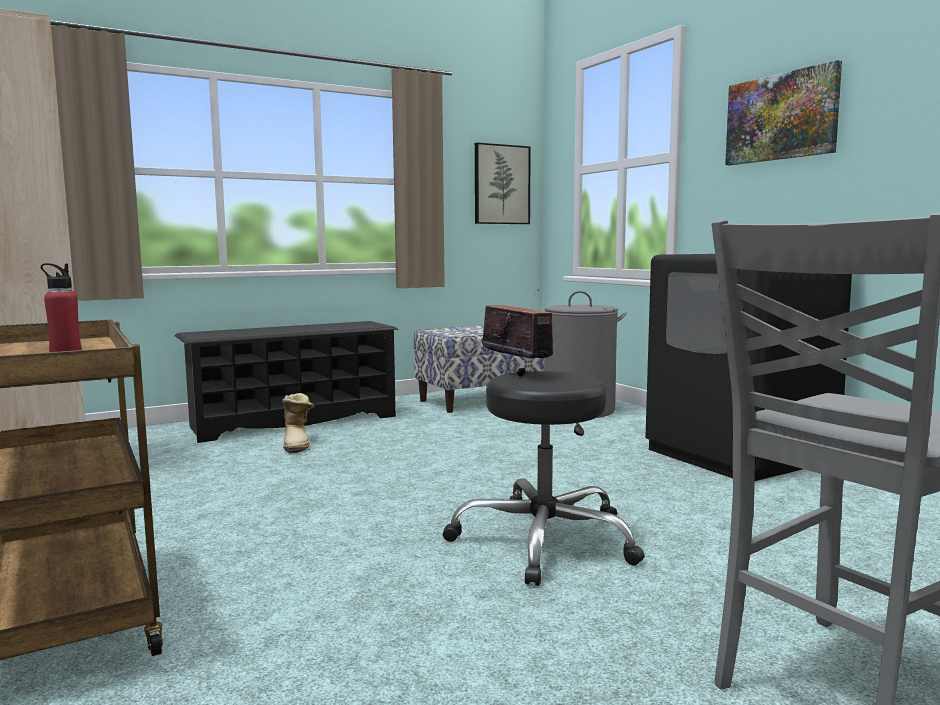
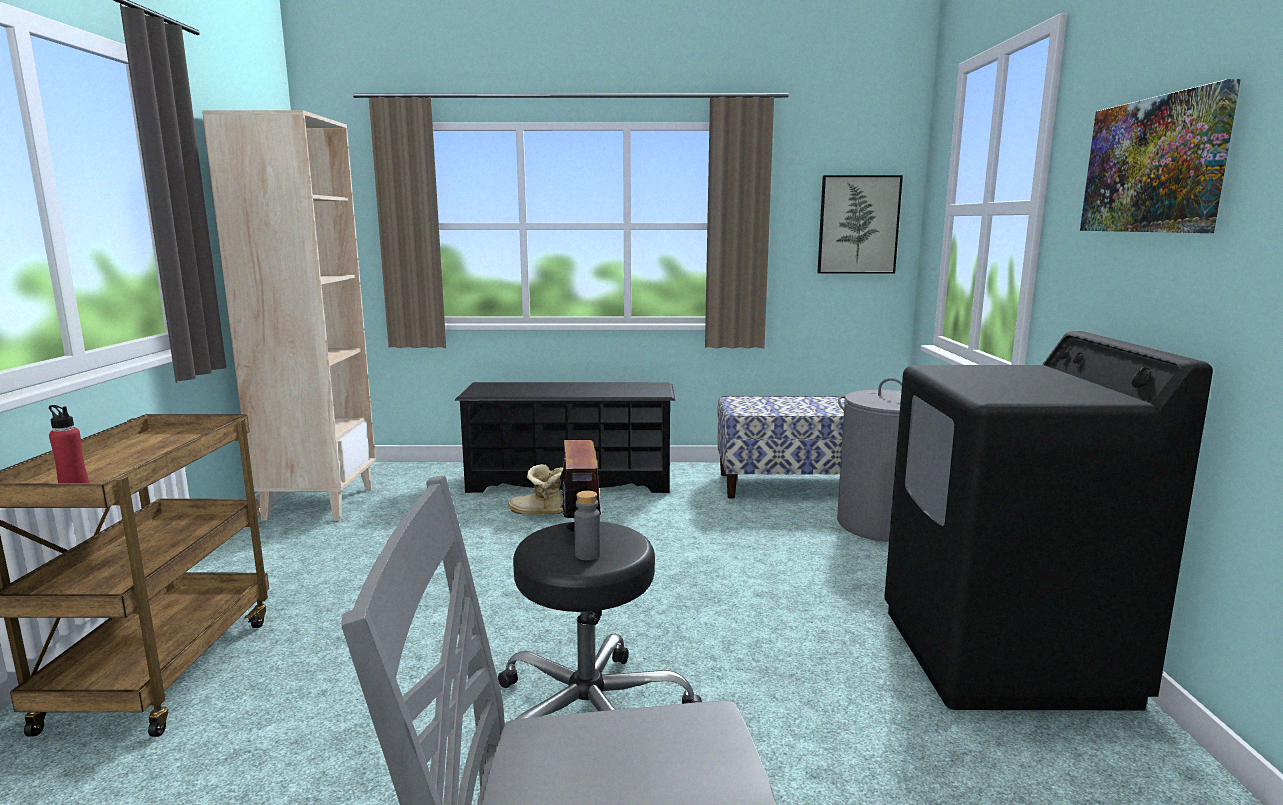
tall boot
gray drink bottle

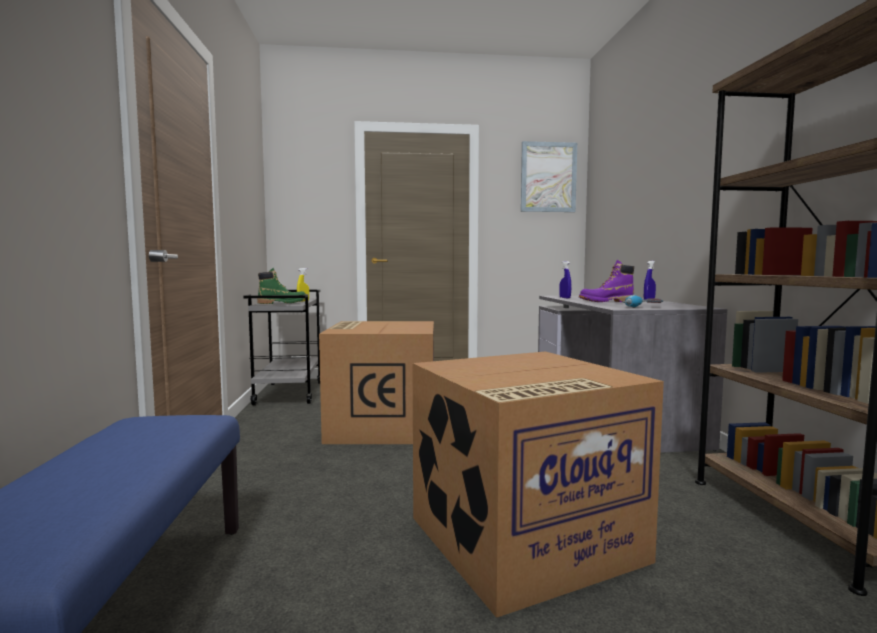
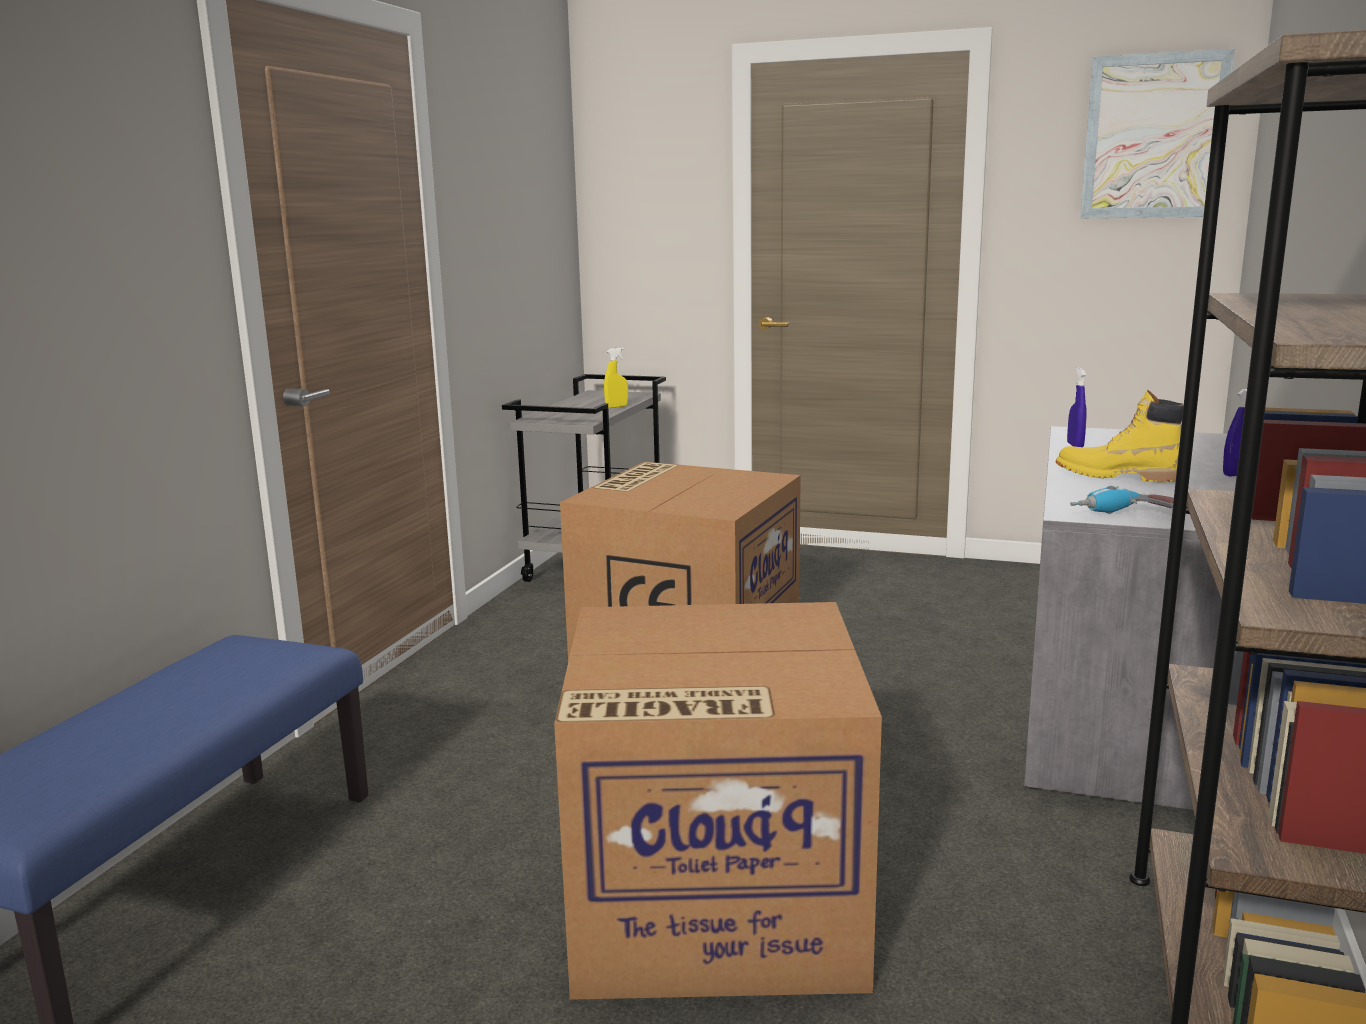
yellow-coloured tall boot
green tall boot

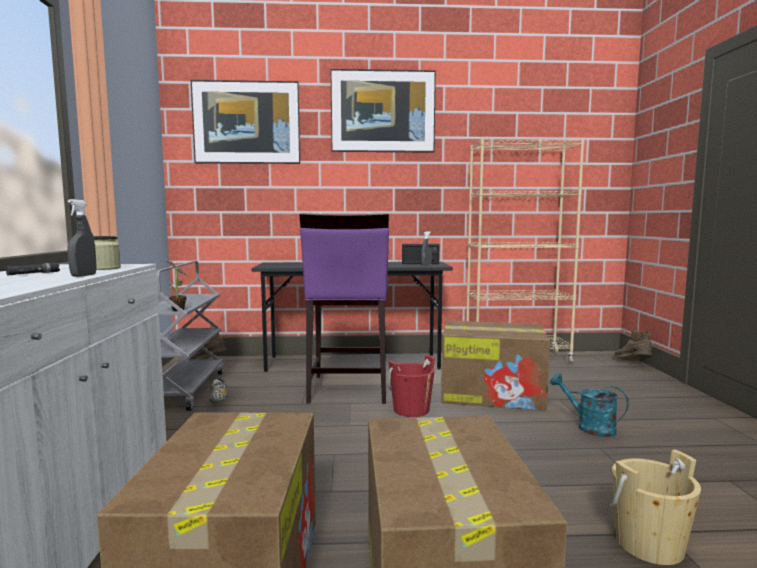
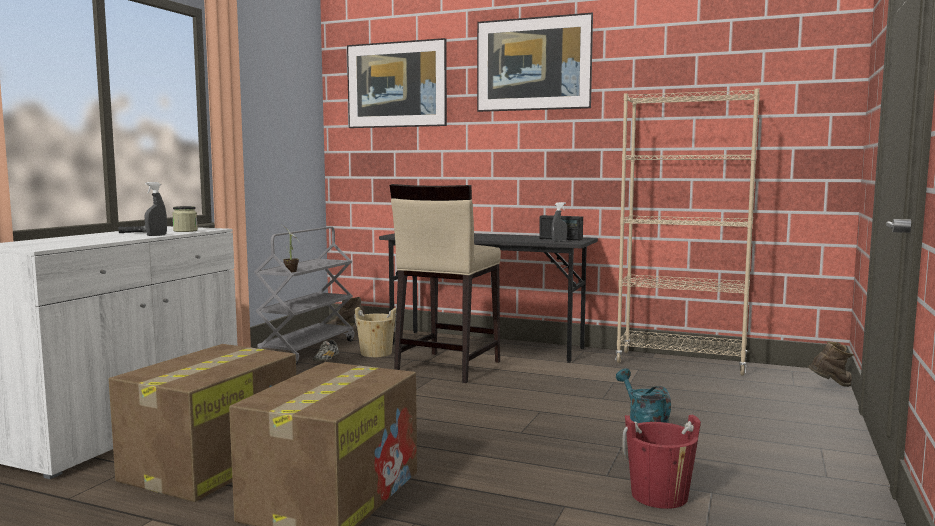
beige sitting stool
packing box (3rd from left in the first image)
brown tall boot (2nd from left)
red-coloured water bucket
beige water bucket

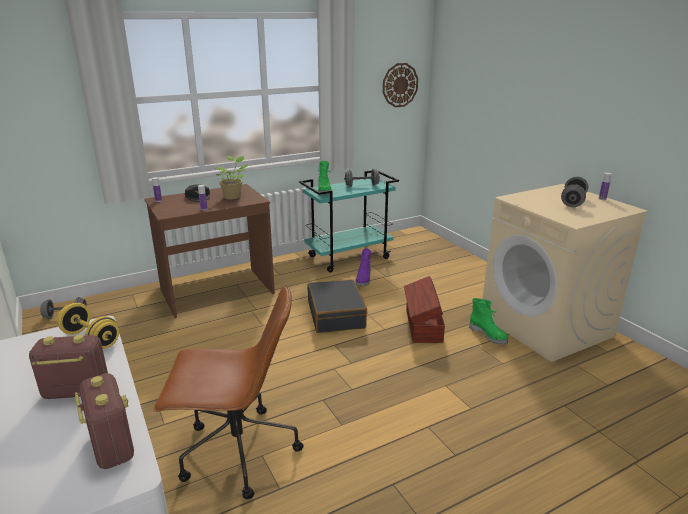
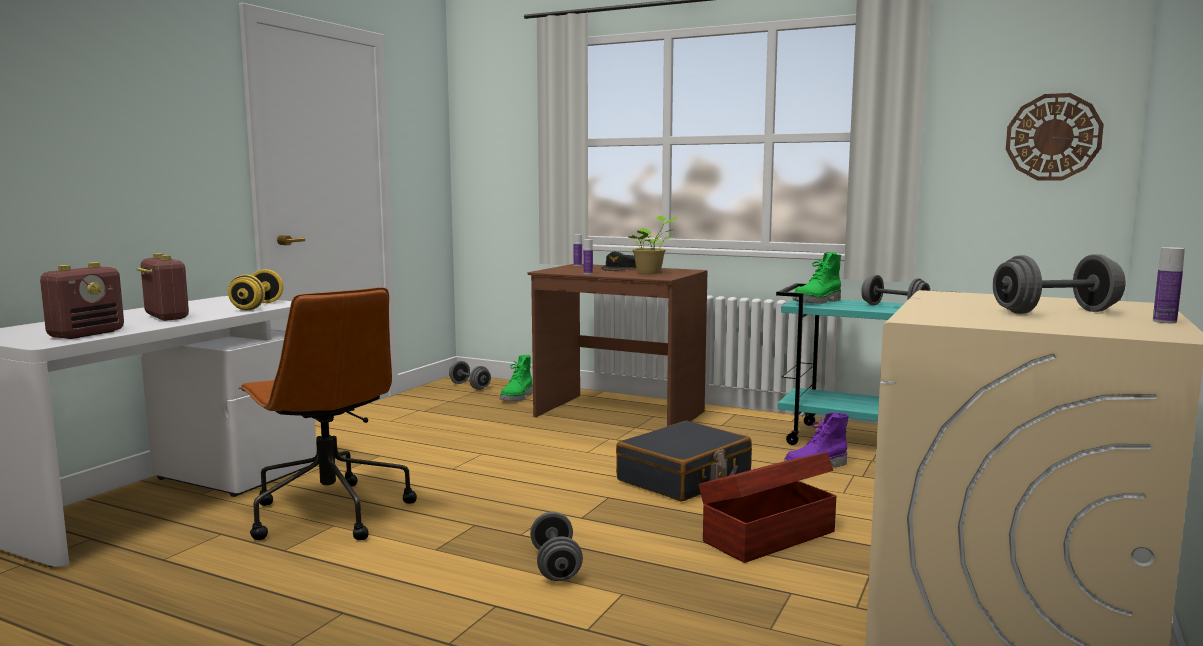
green tall boot (1st from left)
gray dumbbell (2nd from left)

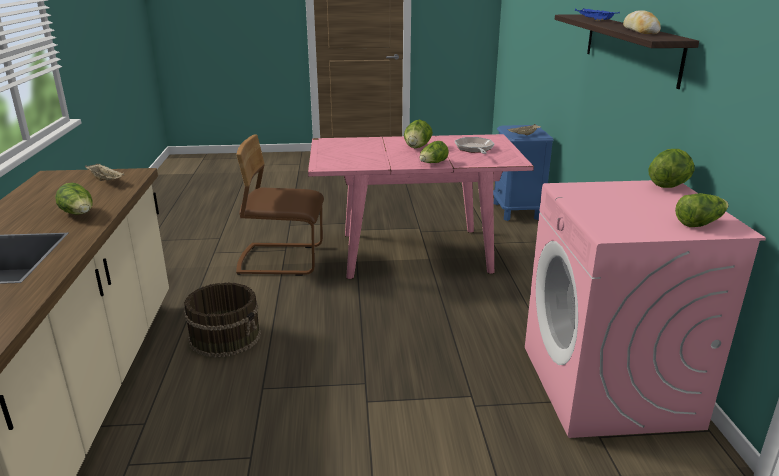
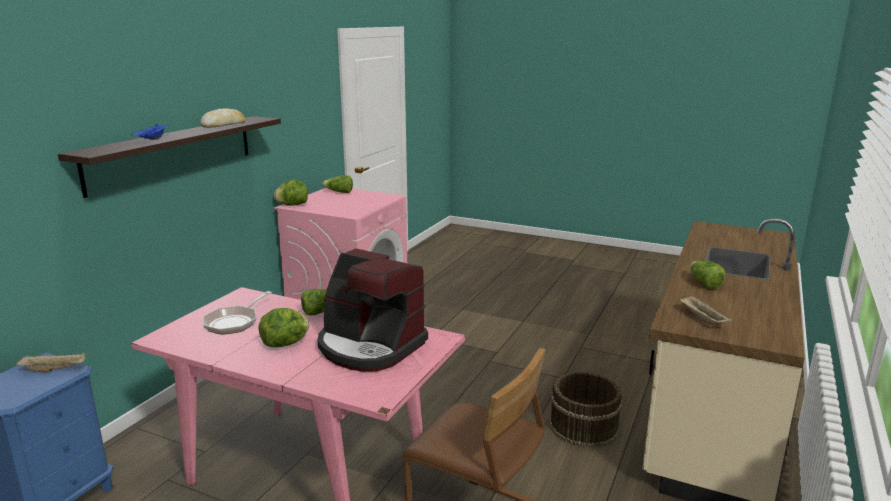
coffee brewer

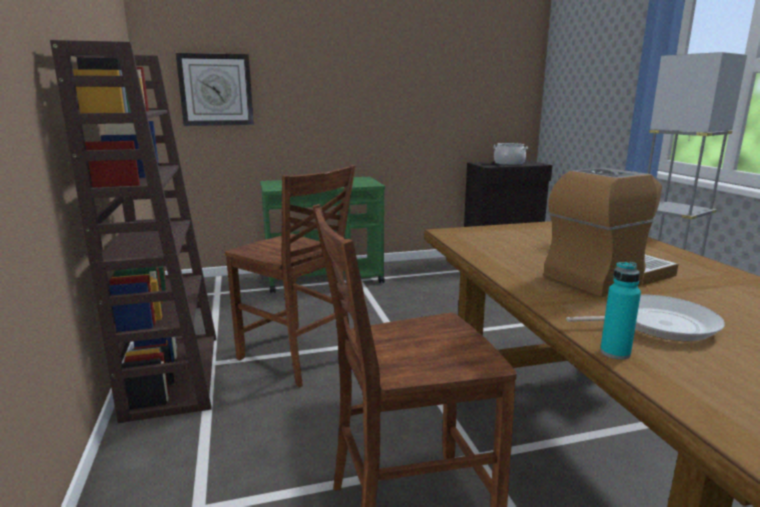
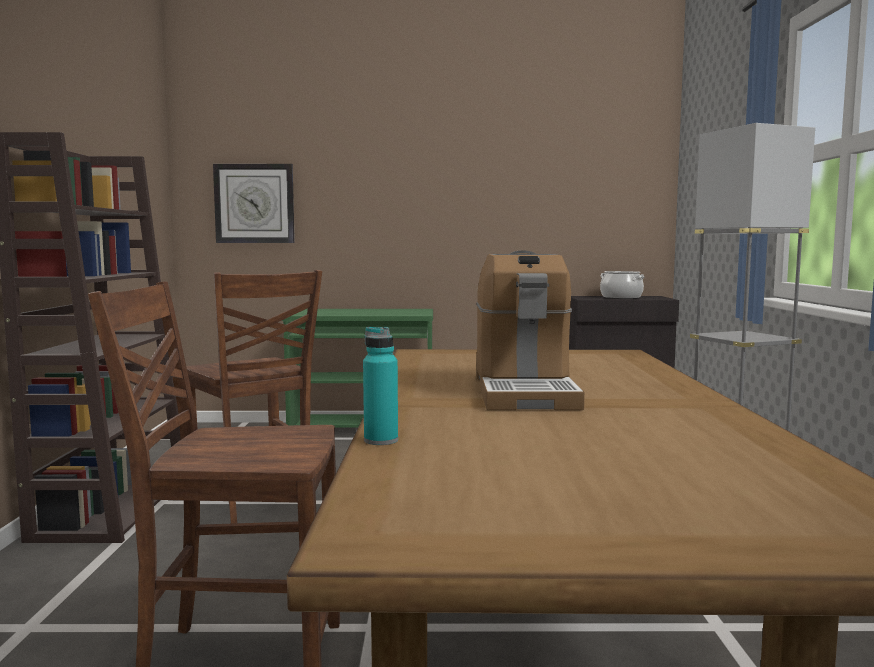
coffee brewer
frying pan

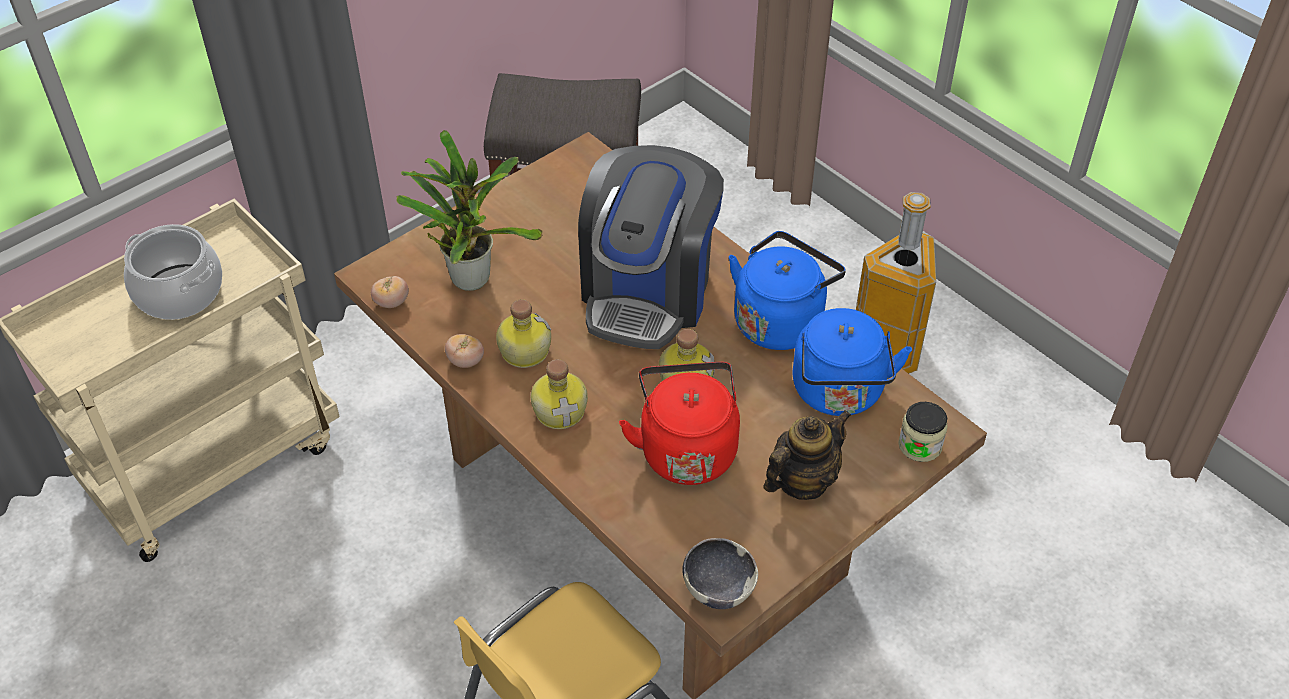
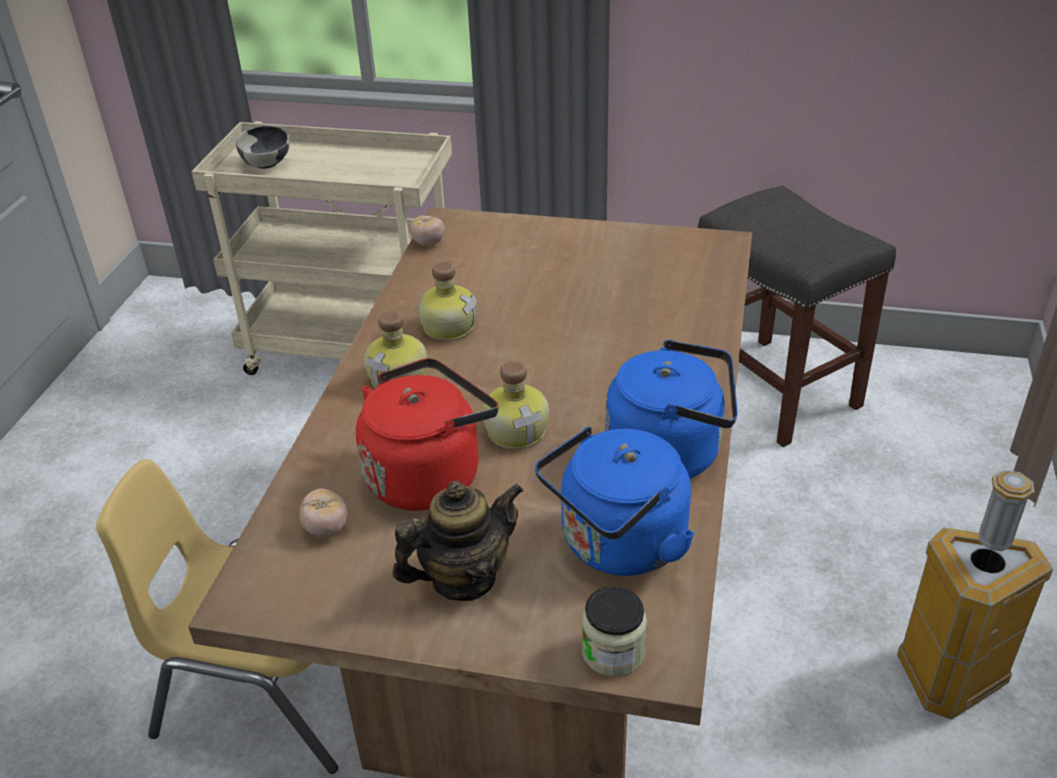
potted plant
coffee brewer
stockpot
tomato (1st from left)
pot for tea
deep dish

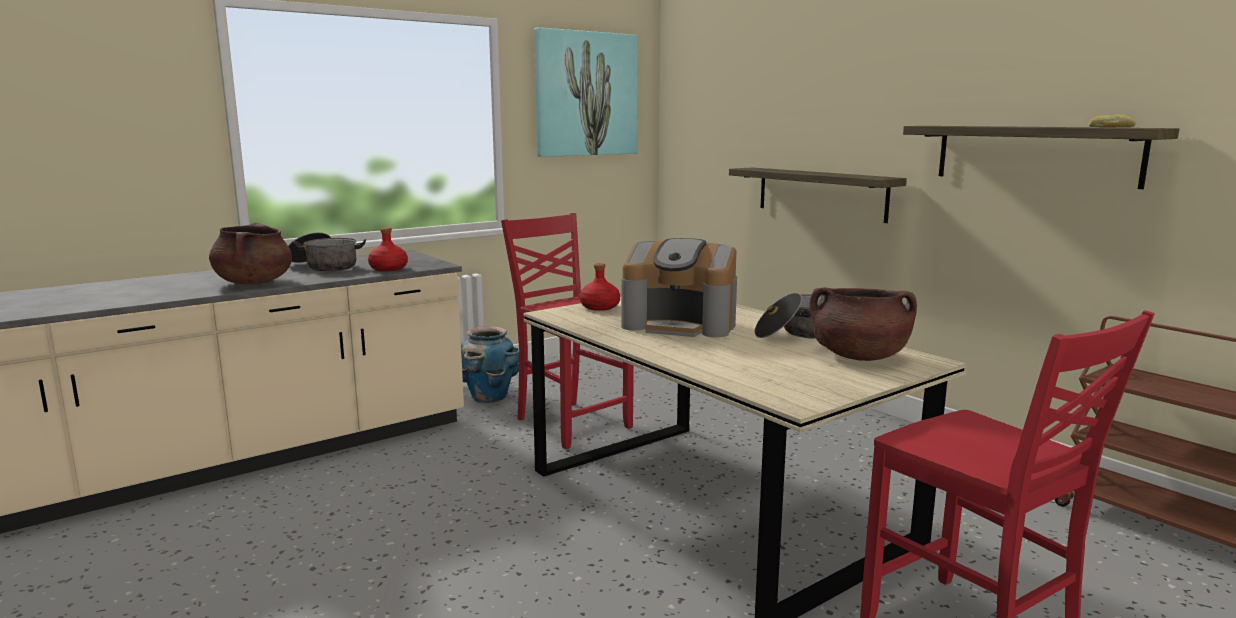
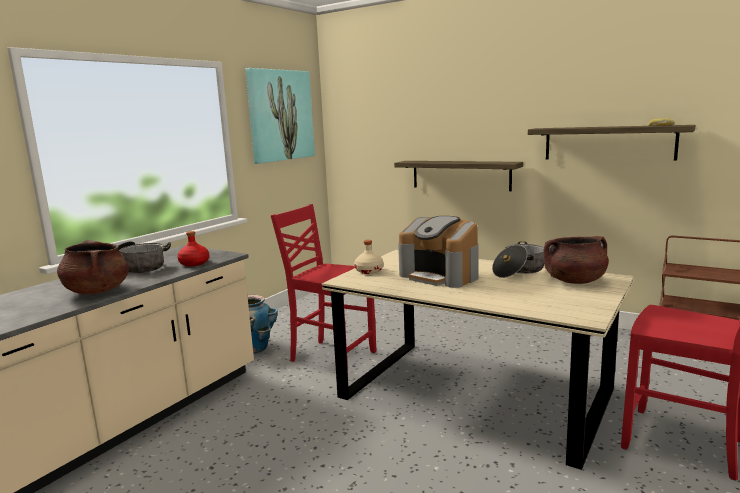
coffee brewer
beige drink bottle

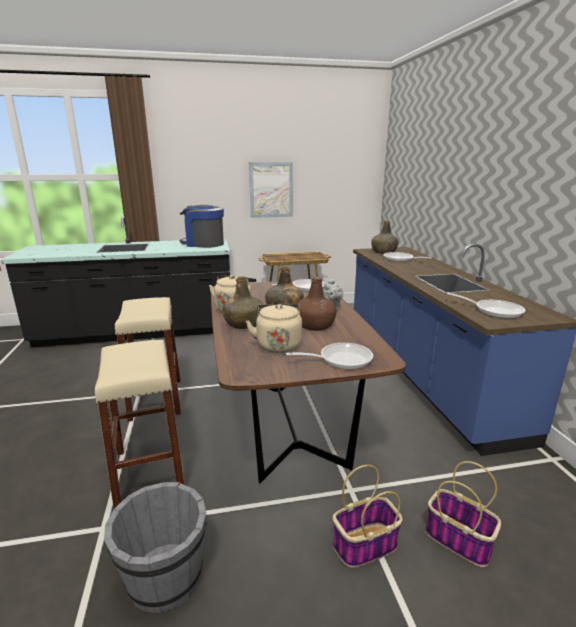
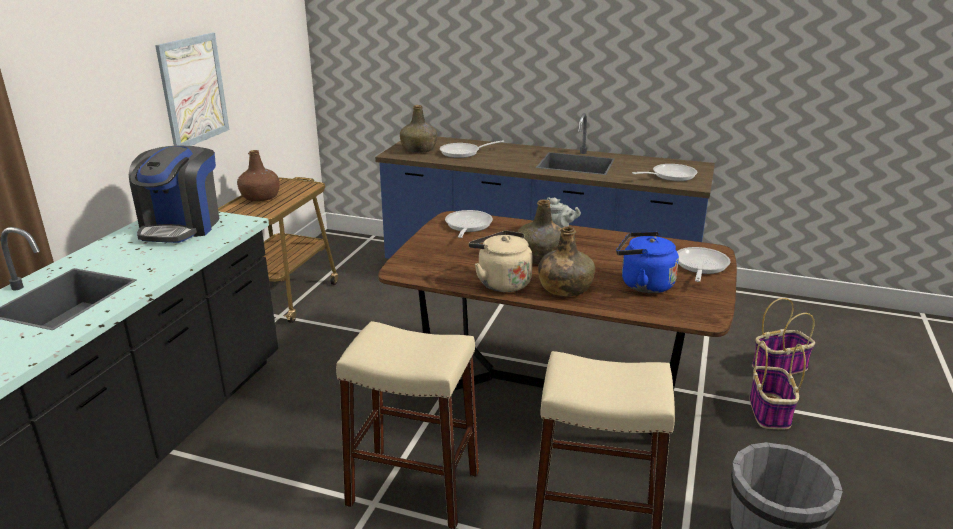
coffee brewer
brown drink bottle
blue water kettle

